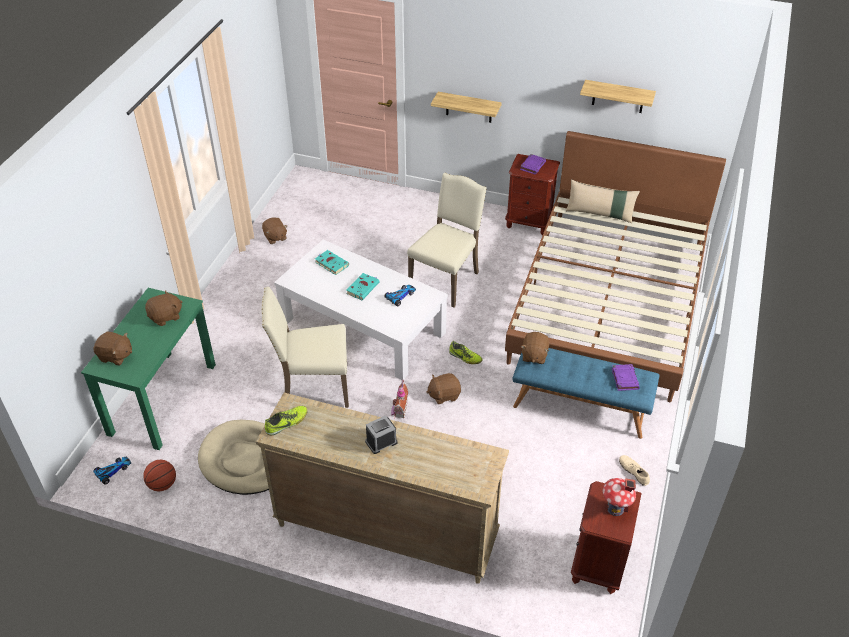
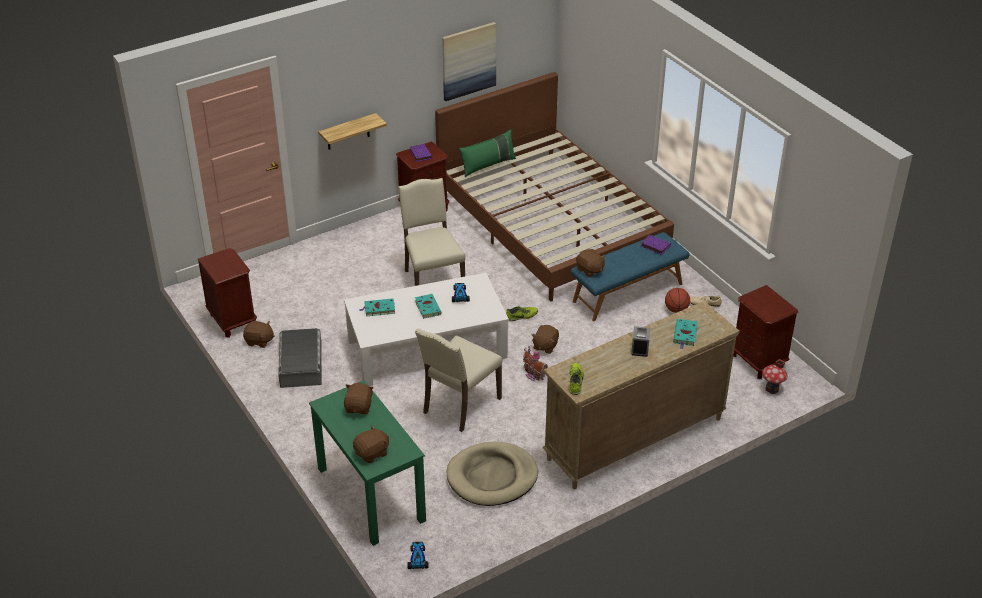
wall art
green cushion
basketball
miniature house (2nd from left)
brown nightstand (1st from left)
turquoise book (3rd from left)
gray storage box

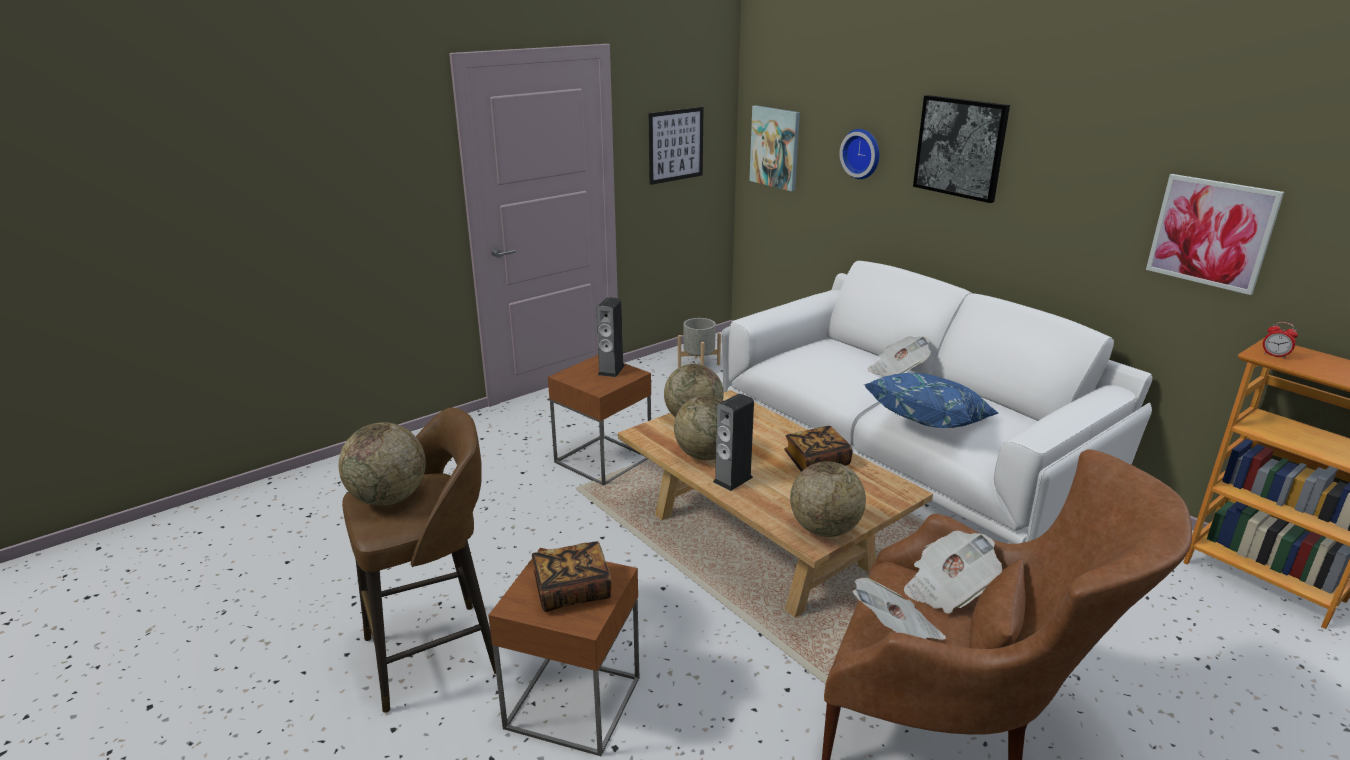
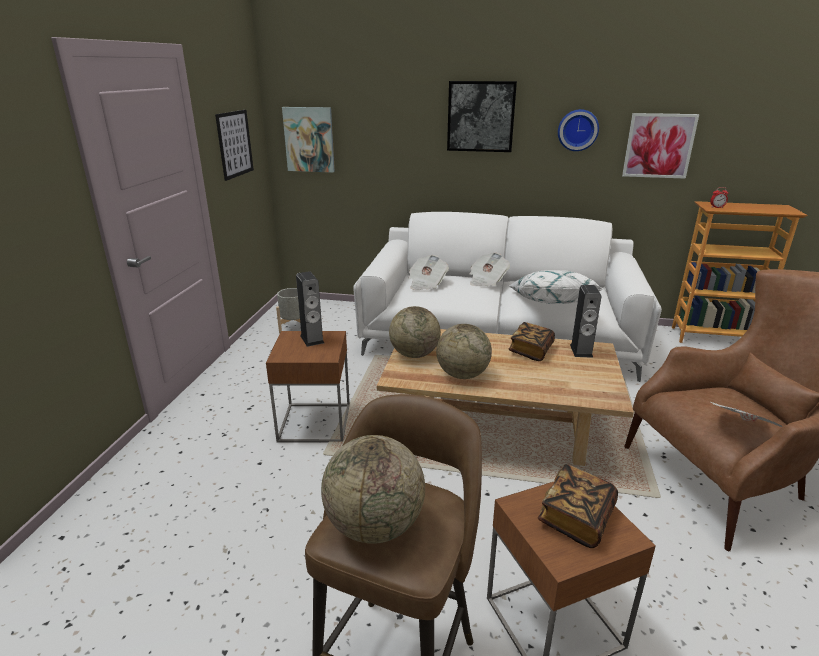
hanging clock
white-coloured cushion
loudspeaker (2nd from left)
world globe (4th from left in the first image)
newspaper (1st from left)

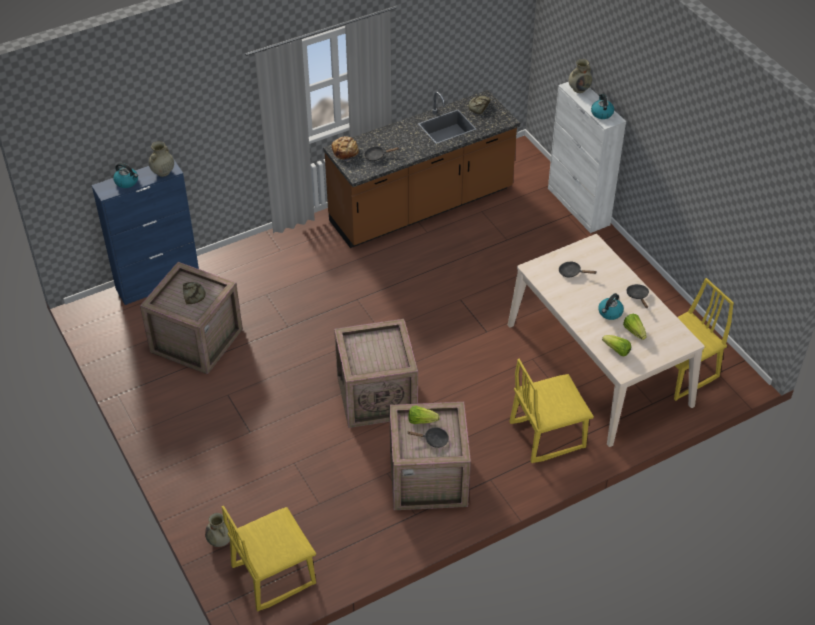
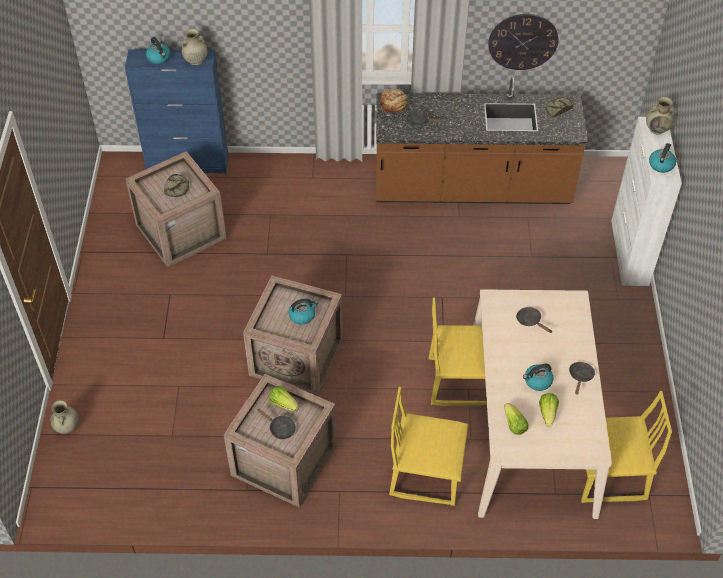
yellow-coloured upright chair (2nd from left)
hanging clock
water kettle (2nd from left)

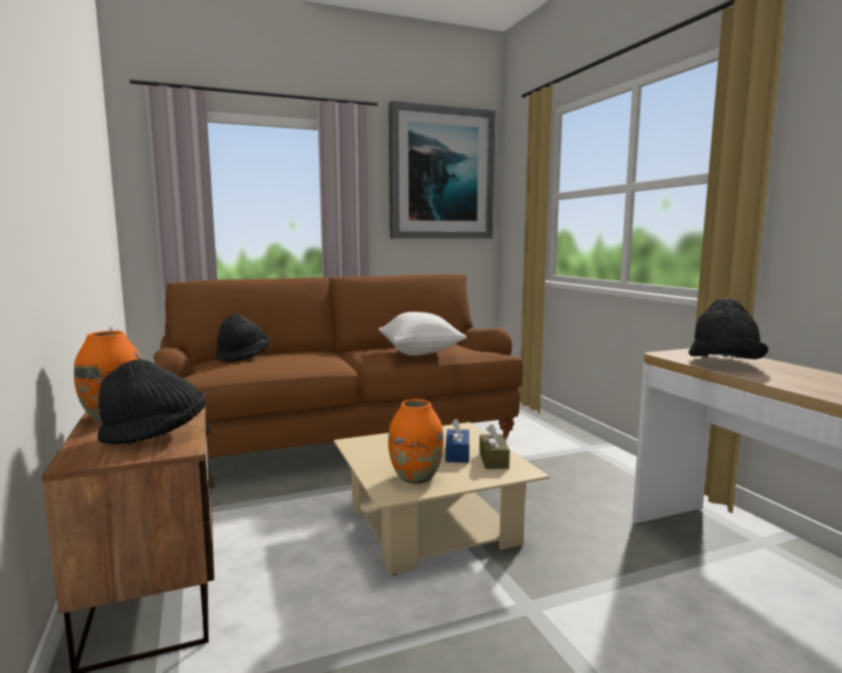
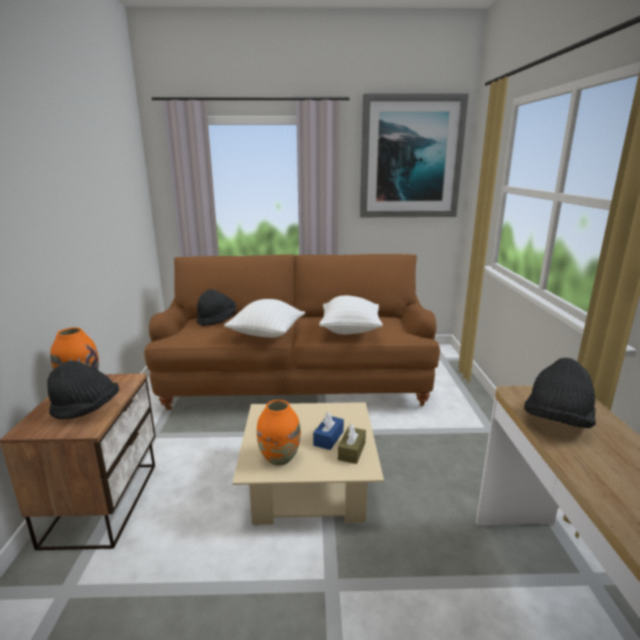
white-coloured cushion (1st from left)

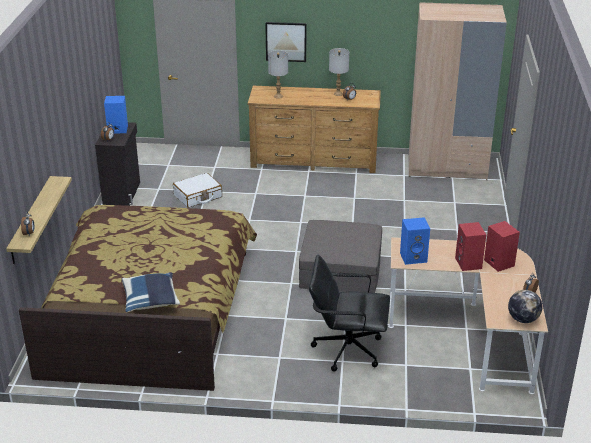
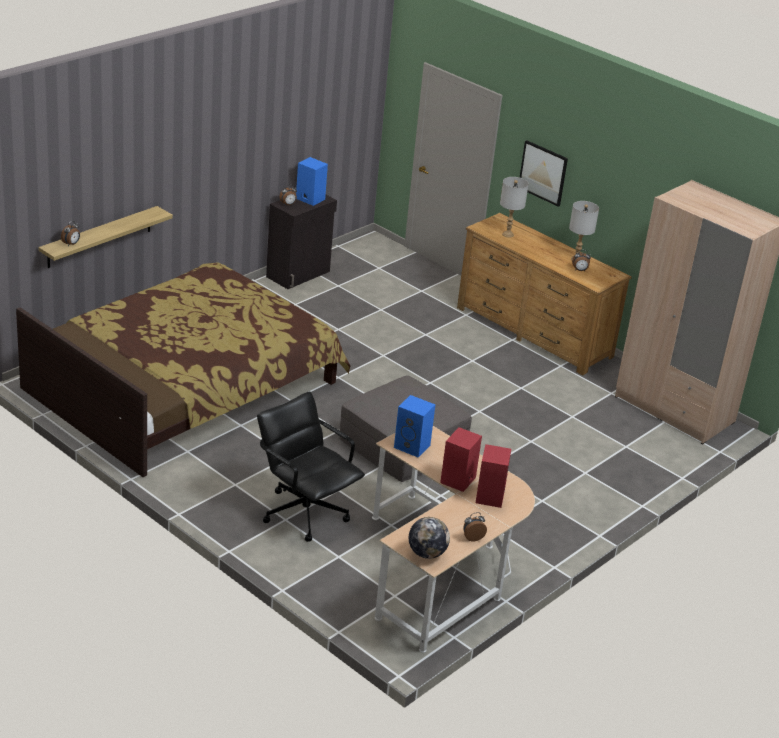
white-coloured travel case
blue cushion

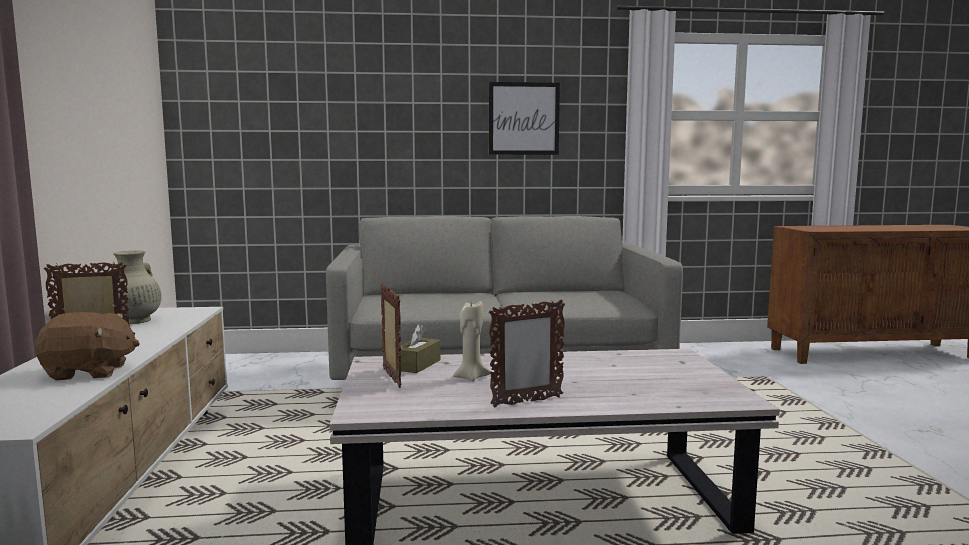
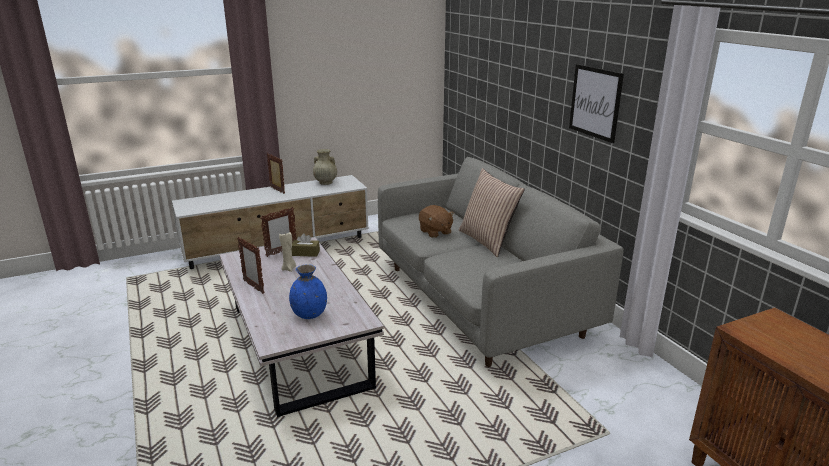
brown soft toy
cushion
blue decorative vase

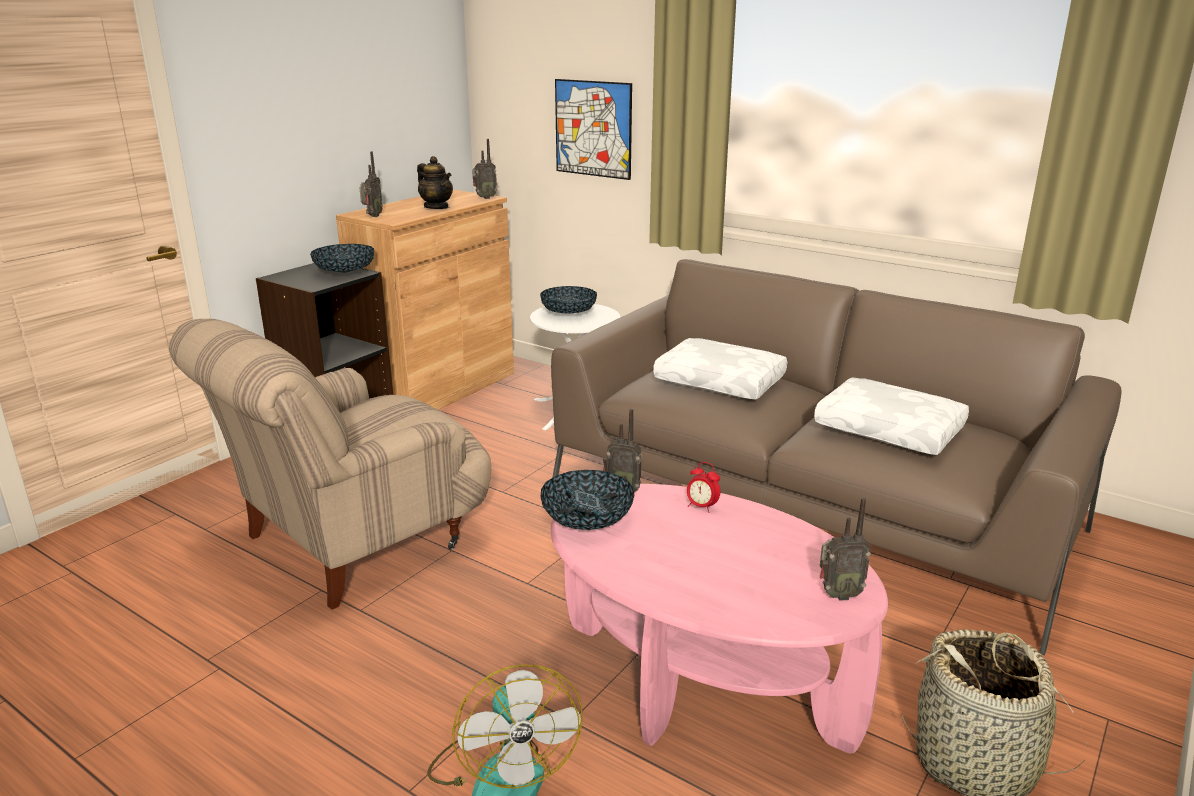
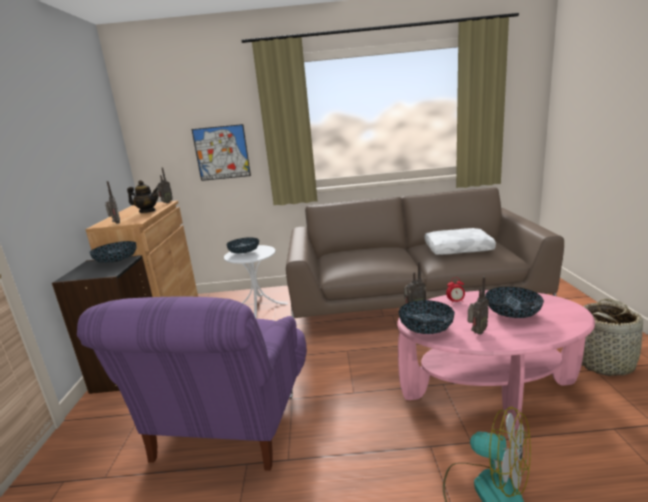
purple easy chair
white-coloured cushion (1st from left in the first image)
radio set (4th from left)
deep dish (4th from left)

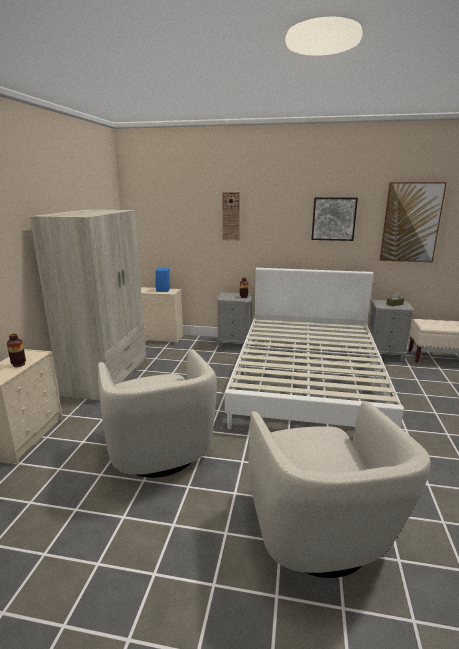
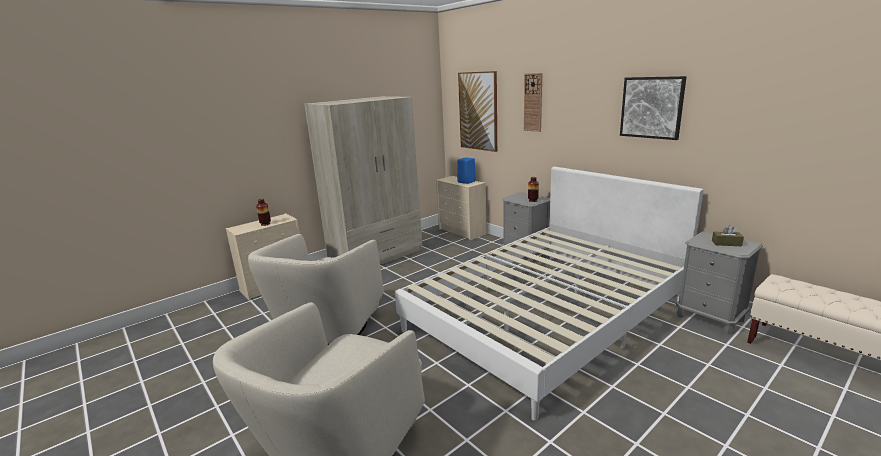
wall art (1st from left)

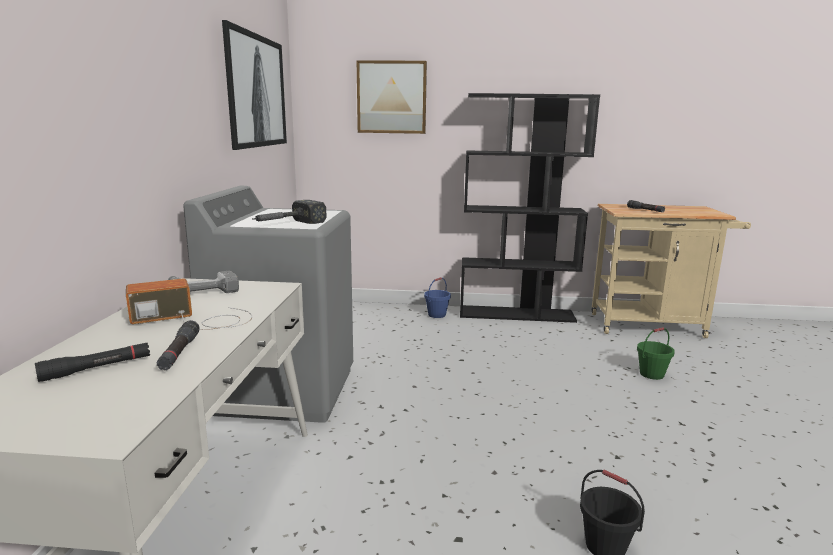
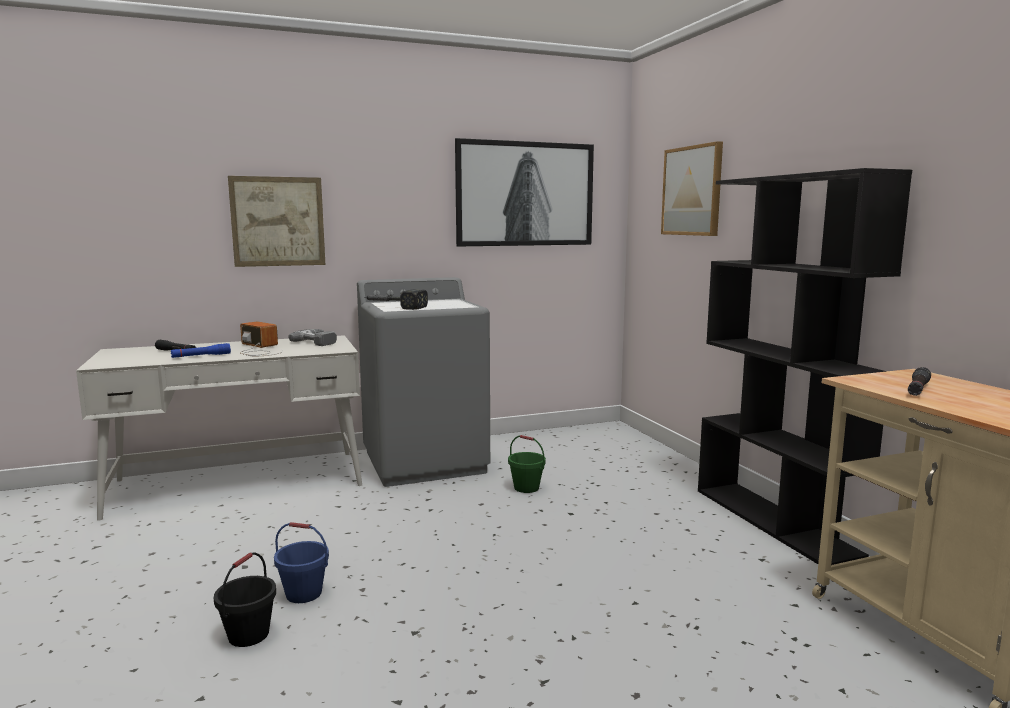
blue water bucket
blue flashlight
green water bucket
wall art (1st from left)

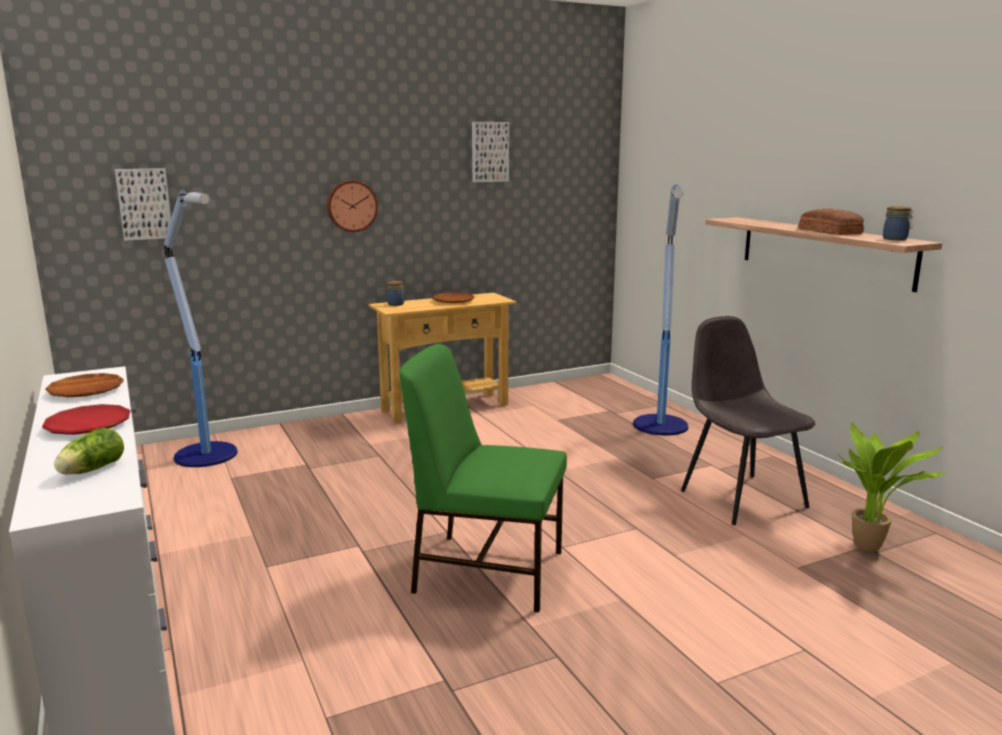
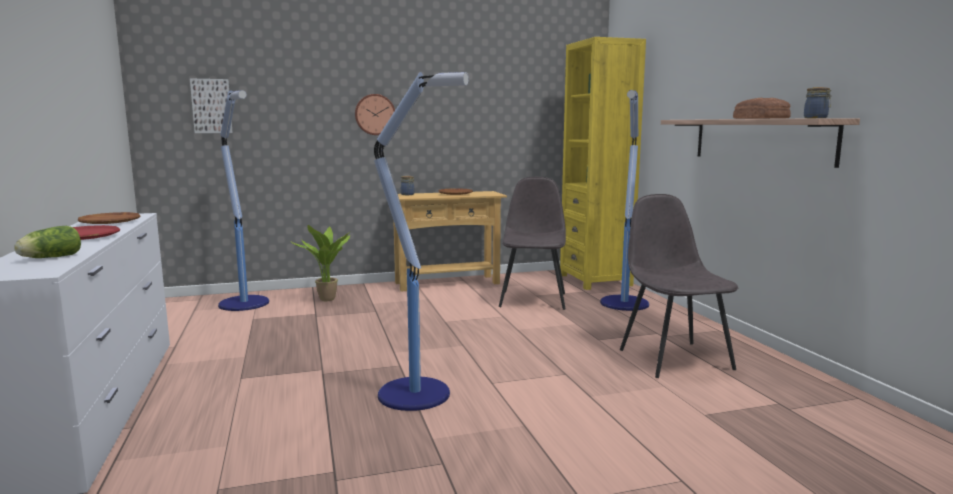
wall art (2nd from left in the first image)
floor lamp (2nd from left)
potted plant
yellow-coloured shelving unit
gray upright chair (1st from left)

